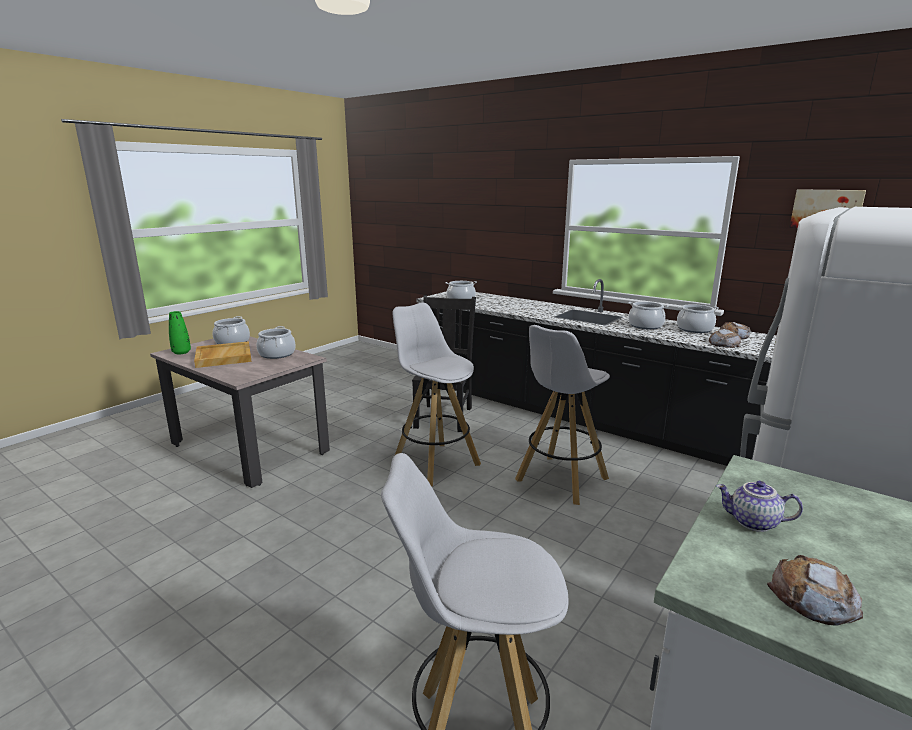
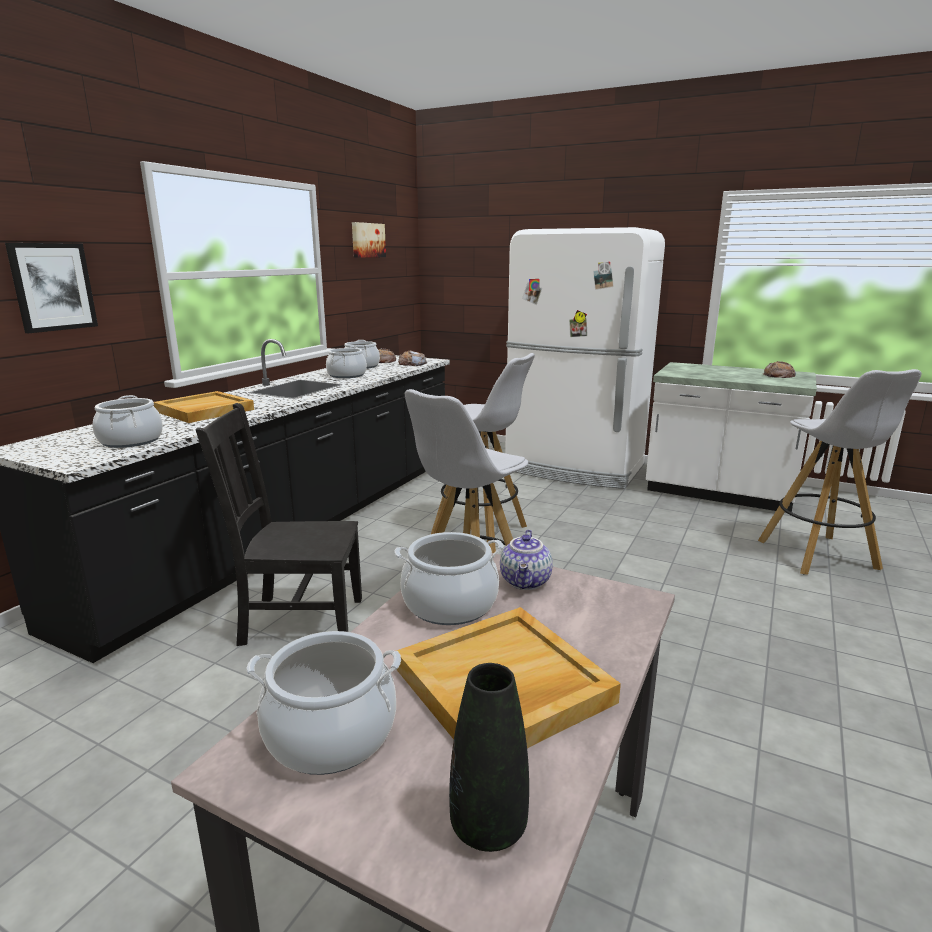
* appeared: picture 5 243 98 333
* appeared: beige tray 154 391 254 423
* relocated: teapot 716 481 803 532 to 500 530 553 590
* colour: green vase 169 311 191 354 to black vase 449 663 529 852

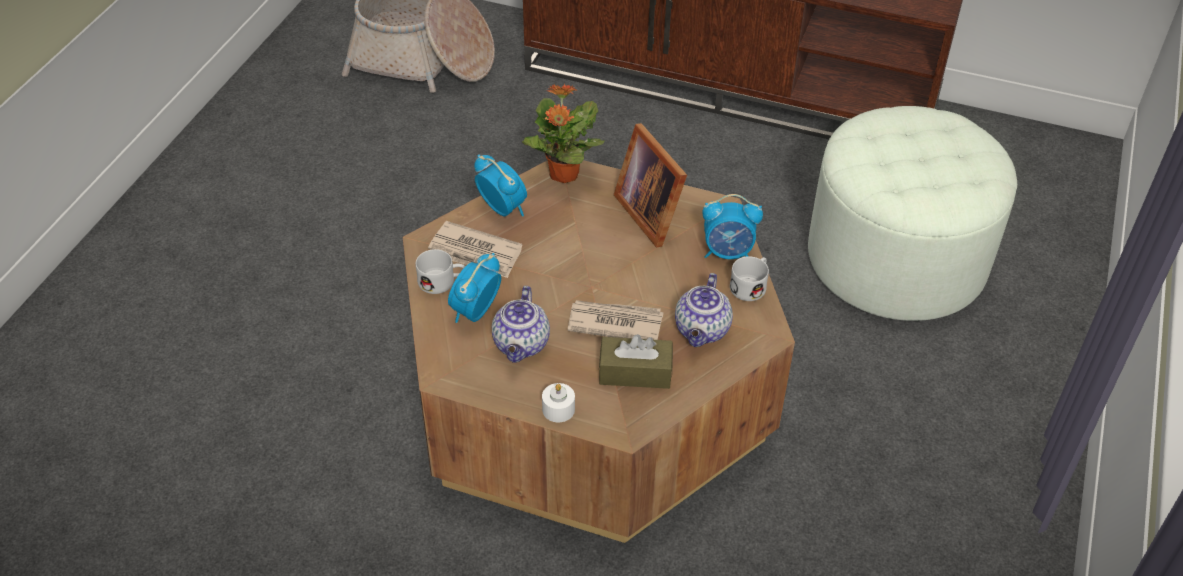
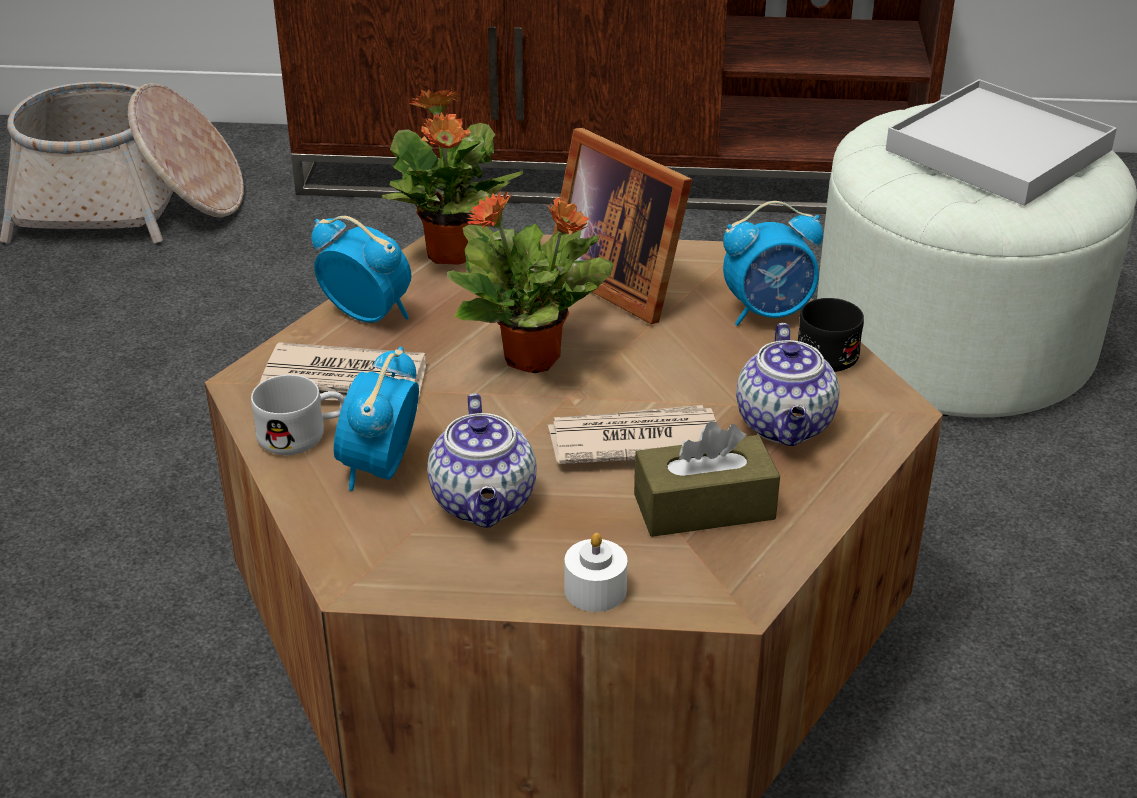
* appeared: potted plant 447 190 613 373
* appeared: white tray 886 79 1117 206
* colour: white mug 730 256 769 301 to black mug 798 298 864 372

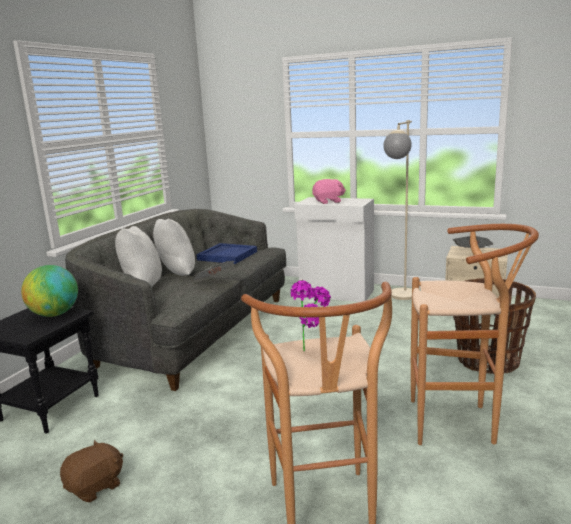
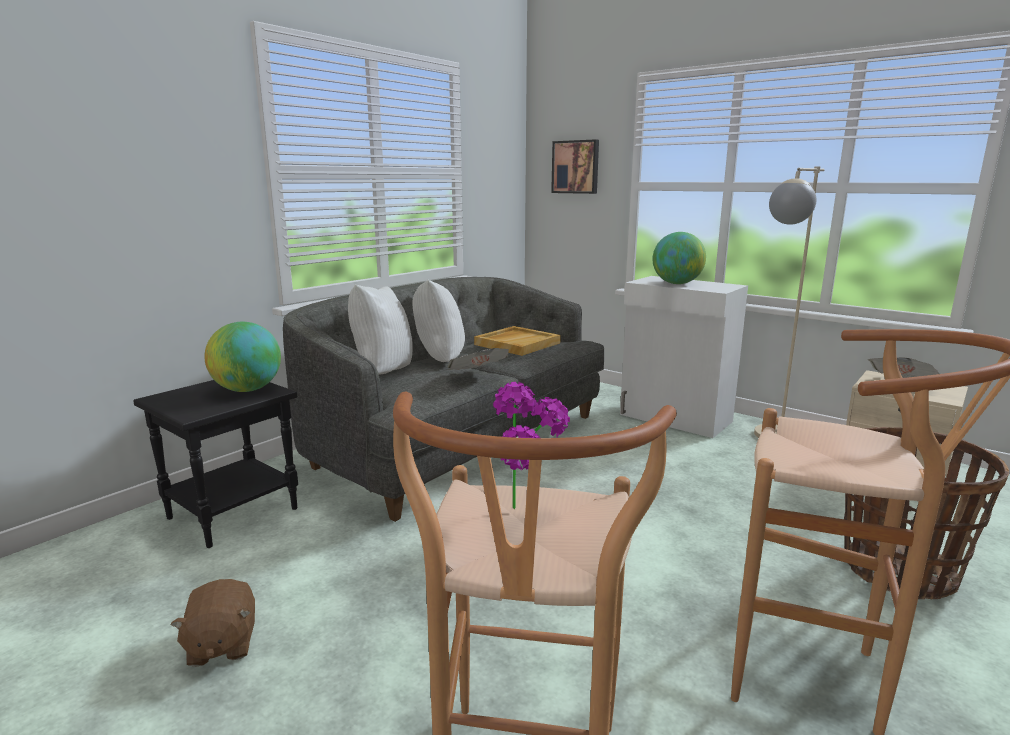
* appeared: picture 551 139 599 194
* exchanged: pink plush toy 312 179 346 204 to globe 653 232 706 284
* colour: blue tray 196 243 257 264 to beige tray 474 326 561 356
* spun: brown plush toy 60 440 123 502 = 170 579 255 667 105 degrees clockwise

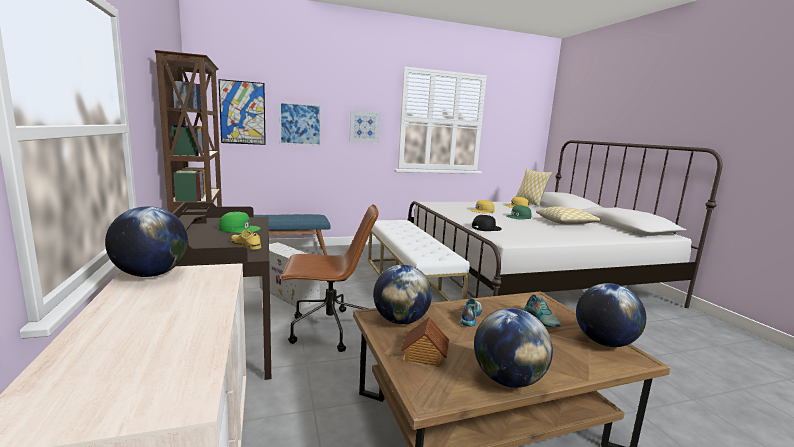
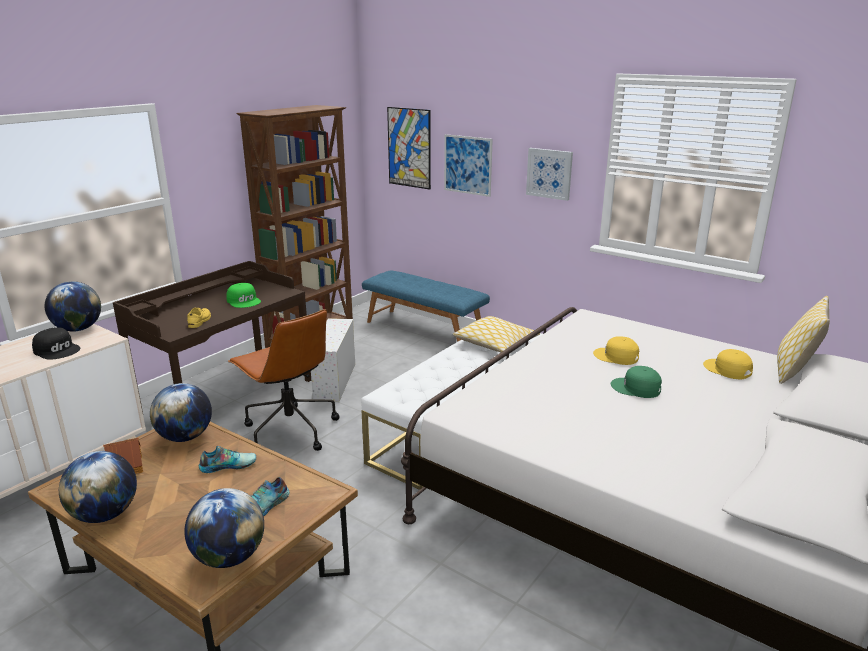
* relocated: black cap 472 215 502 231 to 32 327 81 360
* relocated: pillow 536 206 601 224 to 453 316 540 353

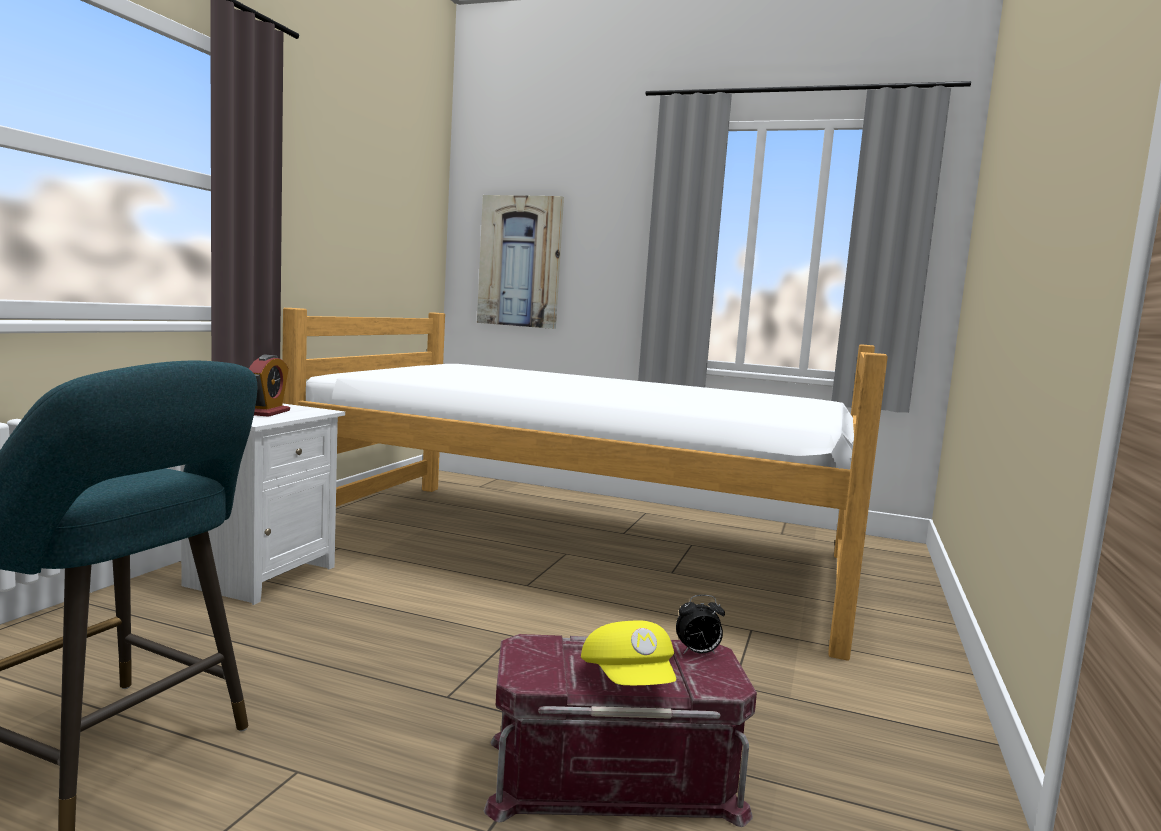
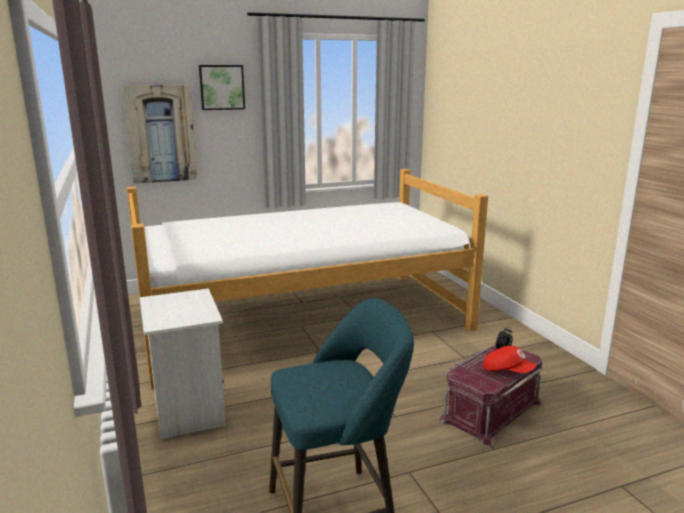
* missing: alarm clock 249 355 290 417
* appeared: picture 199 65 245 110
* colour: yellow cap 581 620 676 685 to red cap 483 346 536 373

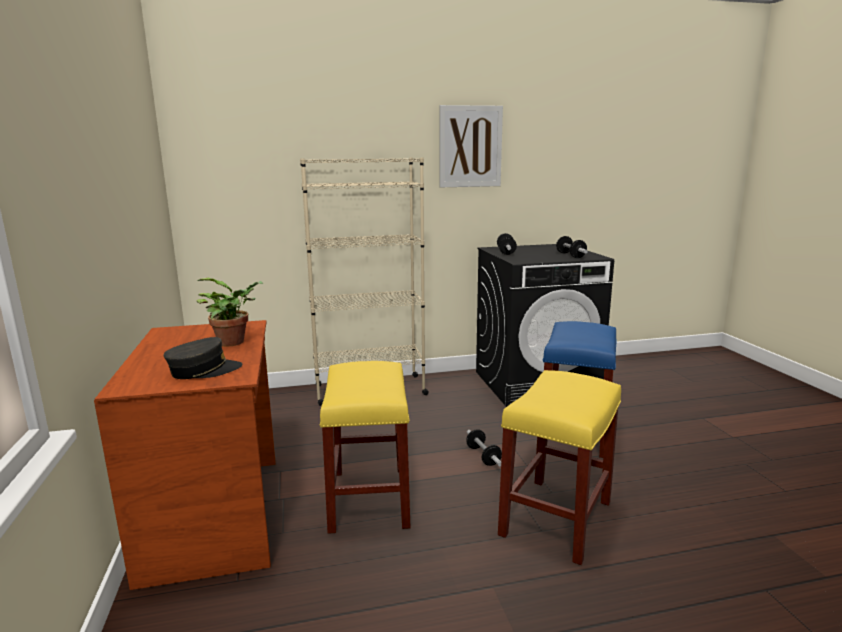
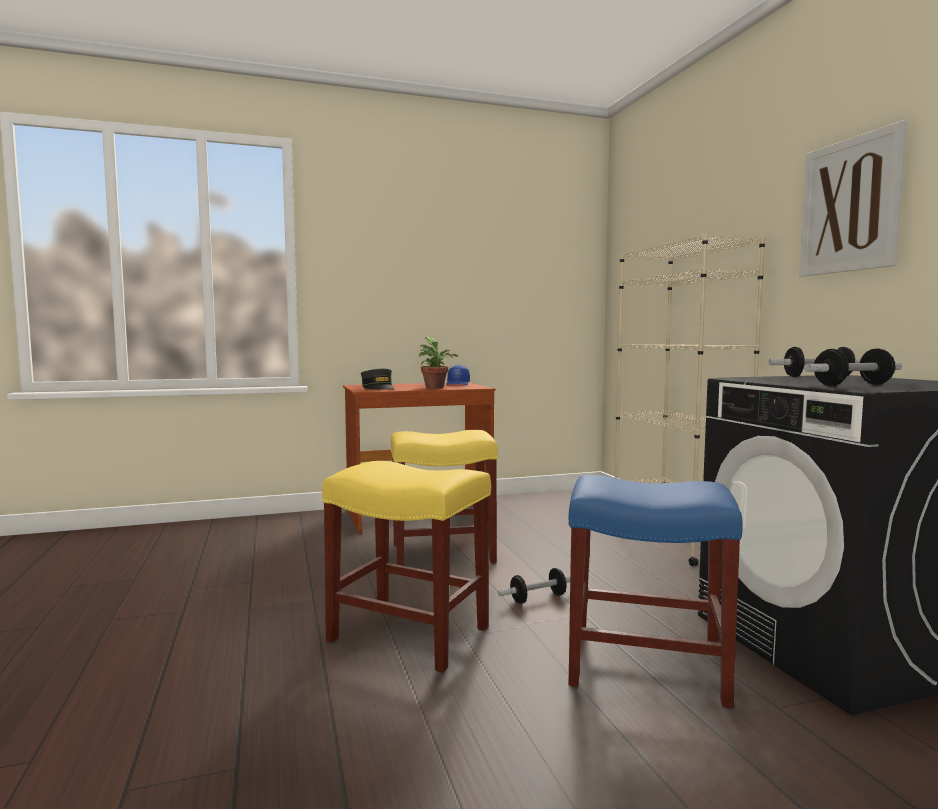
* appeared: blue cap 446 365 470 385

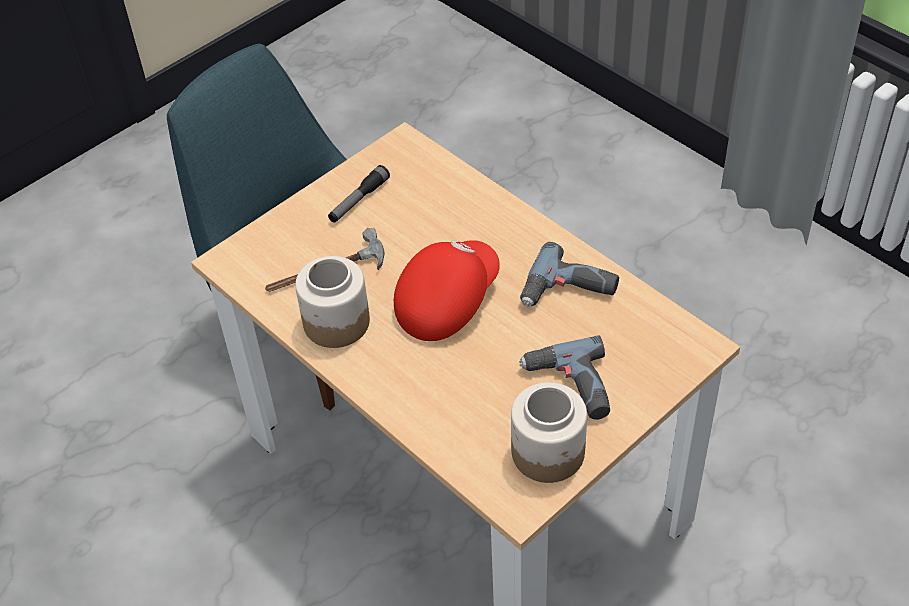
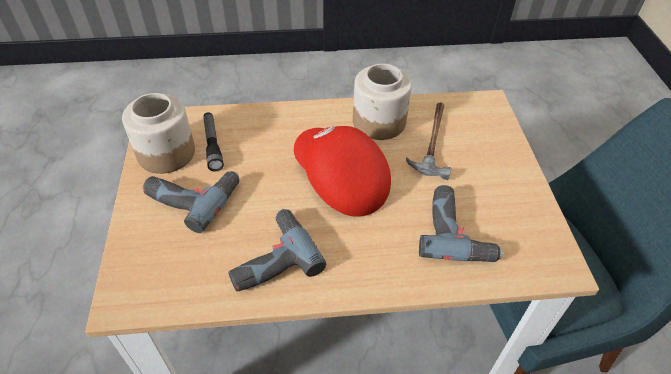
* appeared: power drill 419 185 504 262
* relocated: flashlight 328 165 390 222 to 203 112 224 172
* spun: red cap 394 240 500 341 = 294 126 391 217 150 degrees clockwise

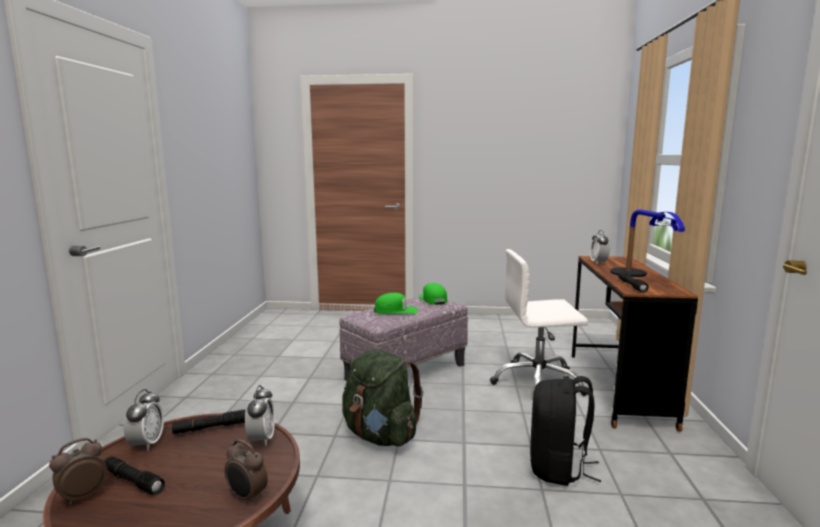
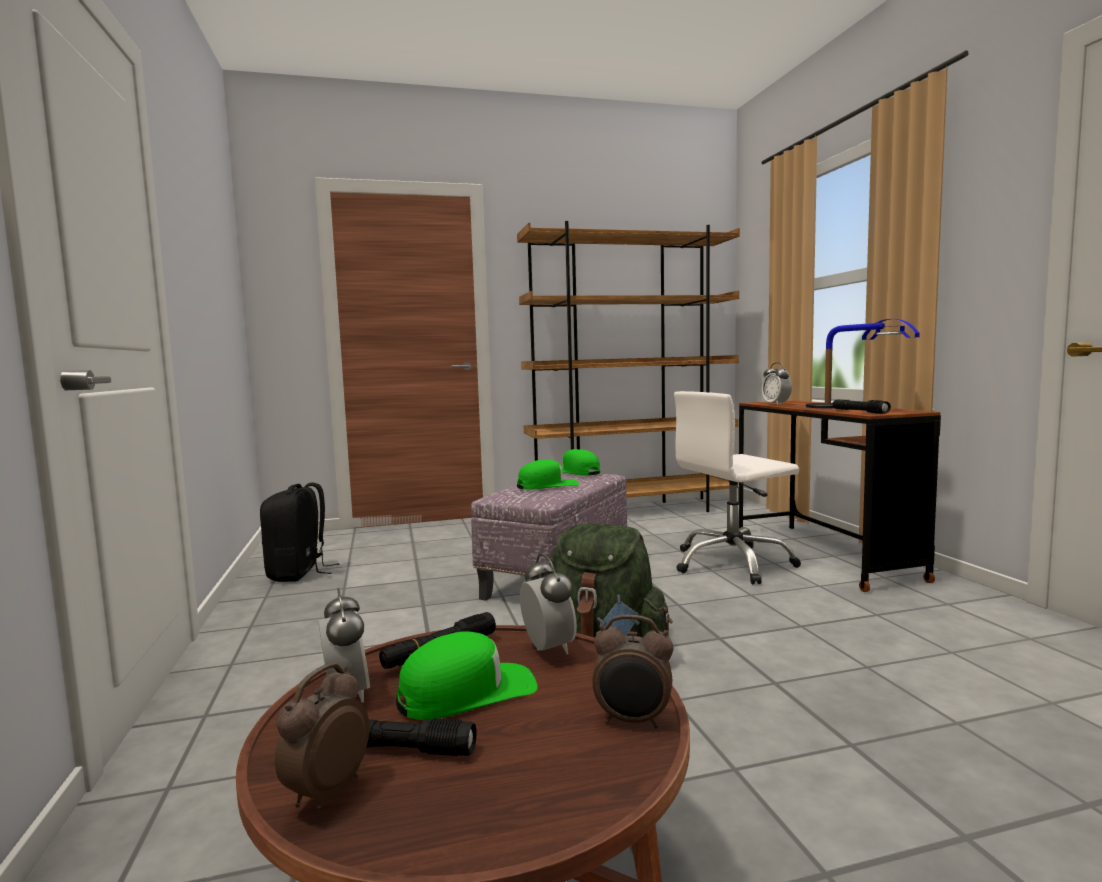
* appeared: green cap 396 631 538 720
* appeared: brown bookcase 517 221 740 512
* relocated: black backpack 530 376 601 486 to 260 482 339 582

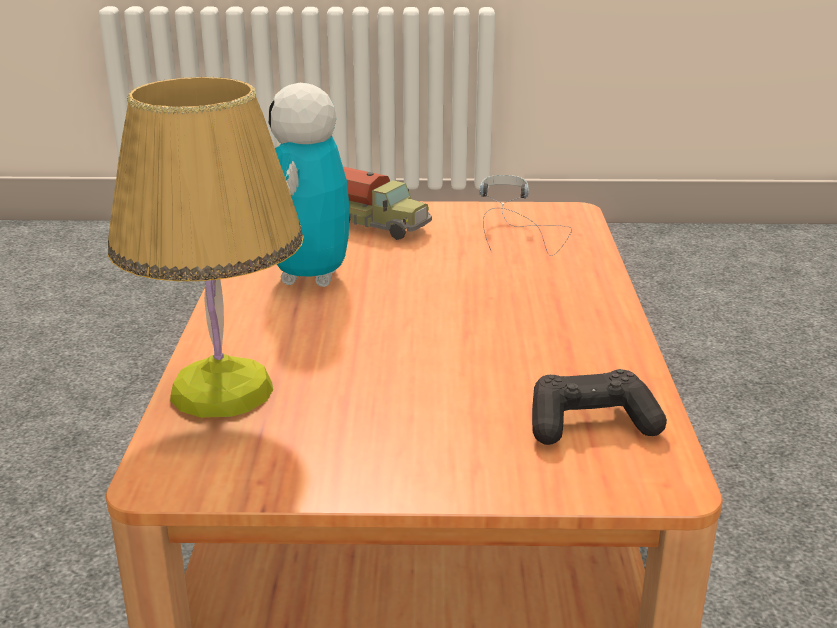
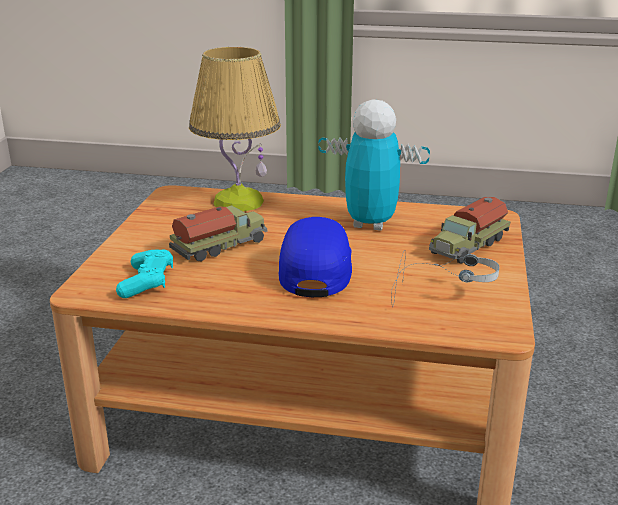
* appeared: toy truck 169 205 267 261
* appeared: blue cap 279 217 352 297
* colour: black game controller 532 369 667 445 to turquoise game controller 116 249 173 298

